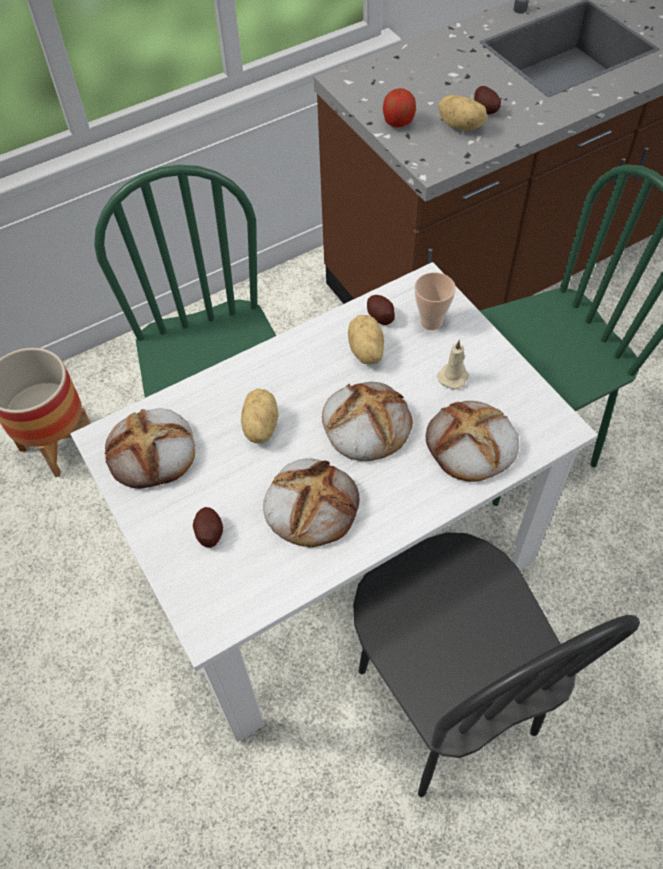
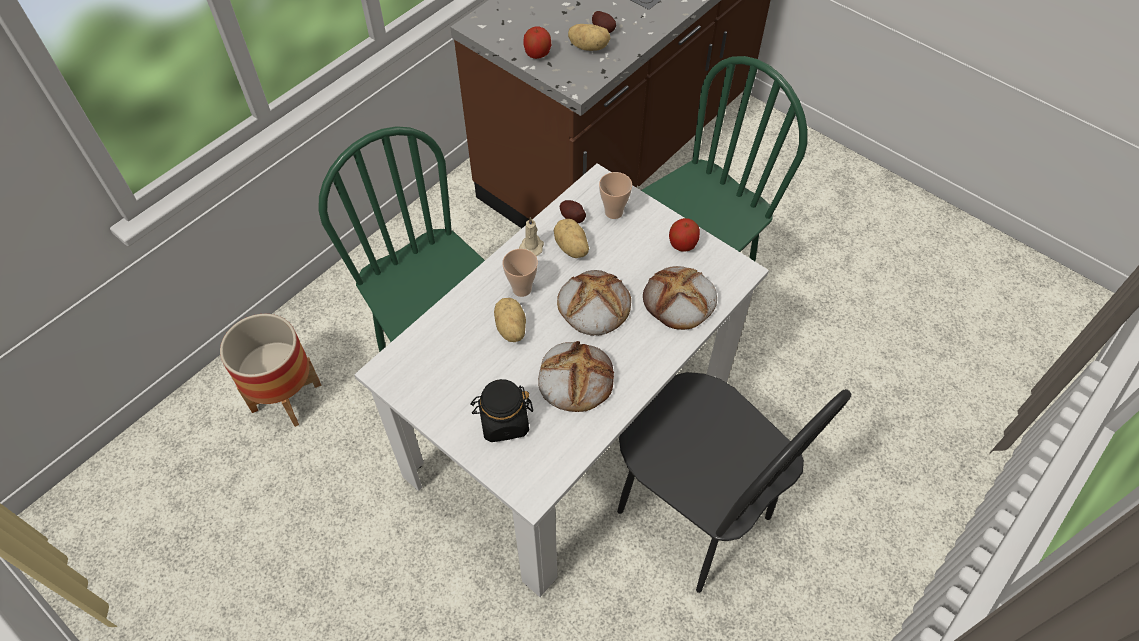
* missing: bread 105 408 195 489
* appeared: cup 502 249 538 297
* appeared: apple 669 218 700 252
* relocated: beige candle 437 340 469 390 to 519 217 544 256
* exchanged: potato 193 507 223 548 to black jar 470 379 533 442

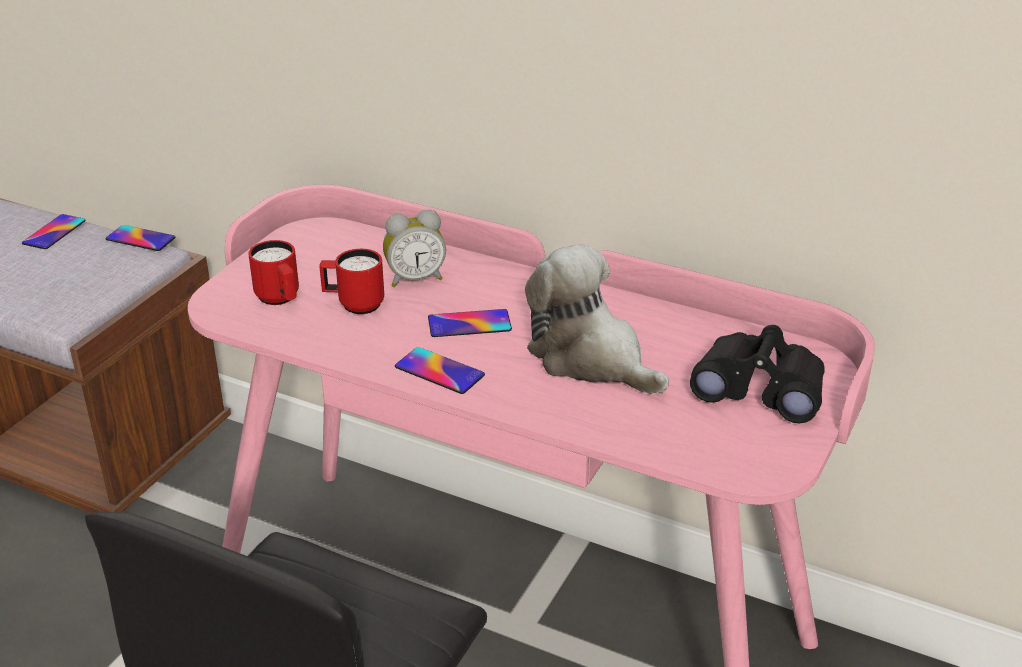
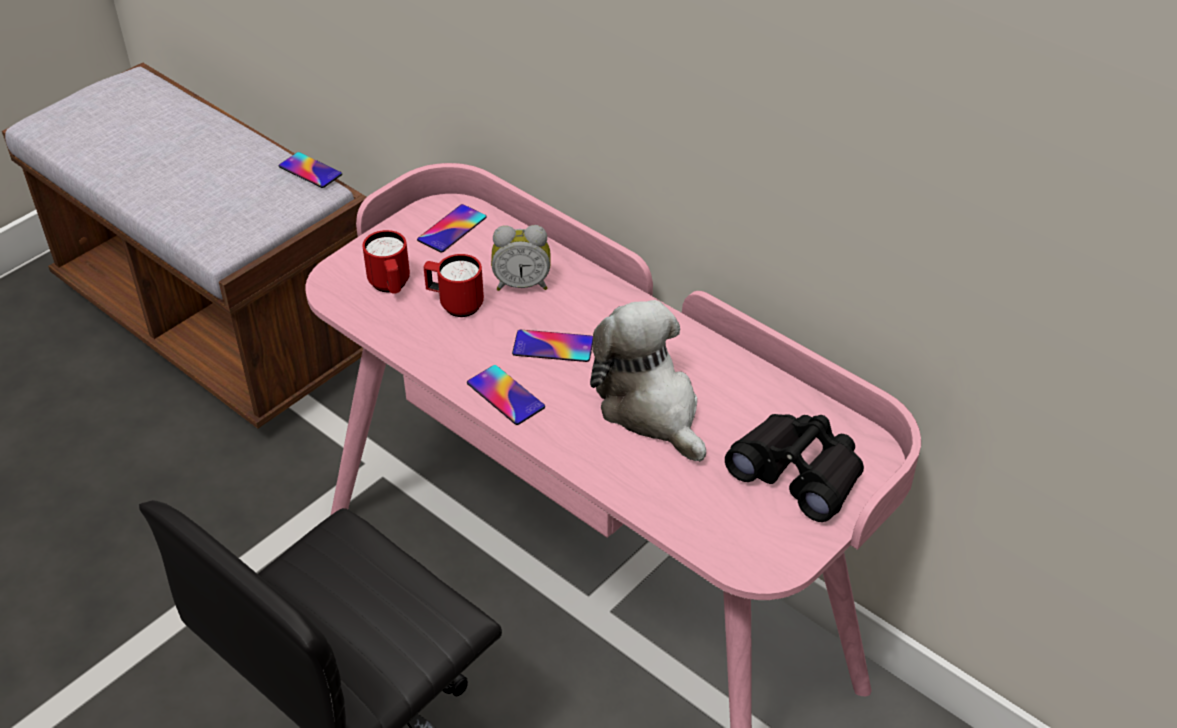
* relocated: phone 22 214 86 249 to 417 204 487 252

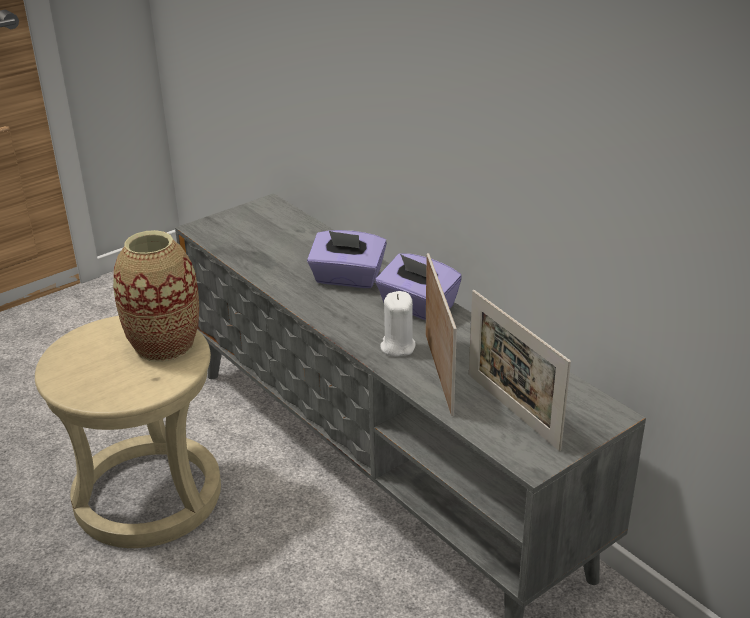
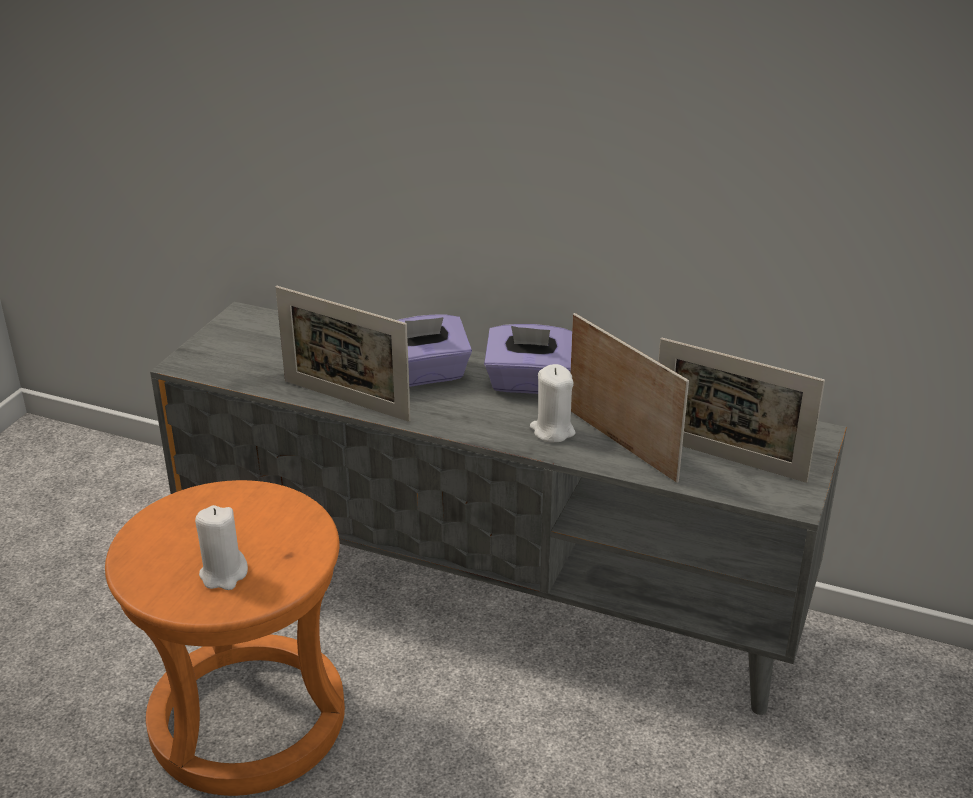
* missing: vase 113 230 199 362
* appeared: white candle 195 505 248 590
* appeared: picture frame 275 286 411 422
* colour: beige stool 35 316 221 548 to orange stool 105 480 345 796

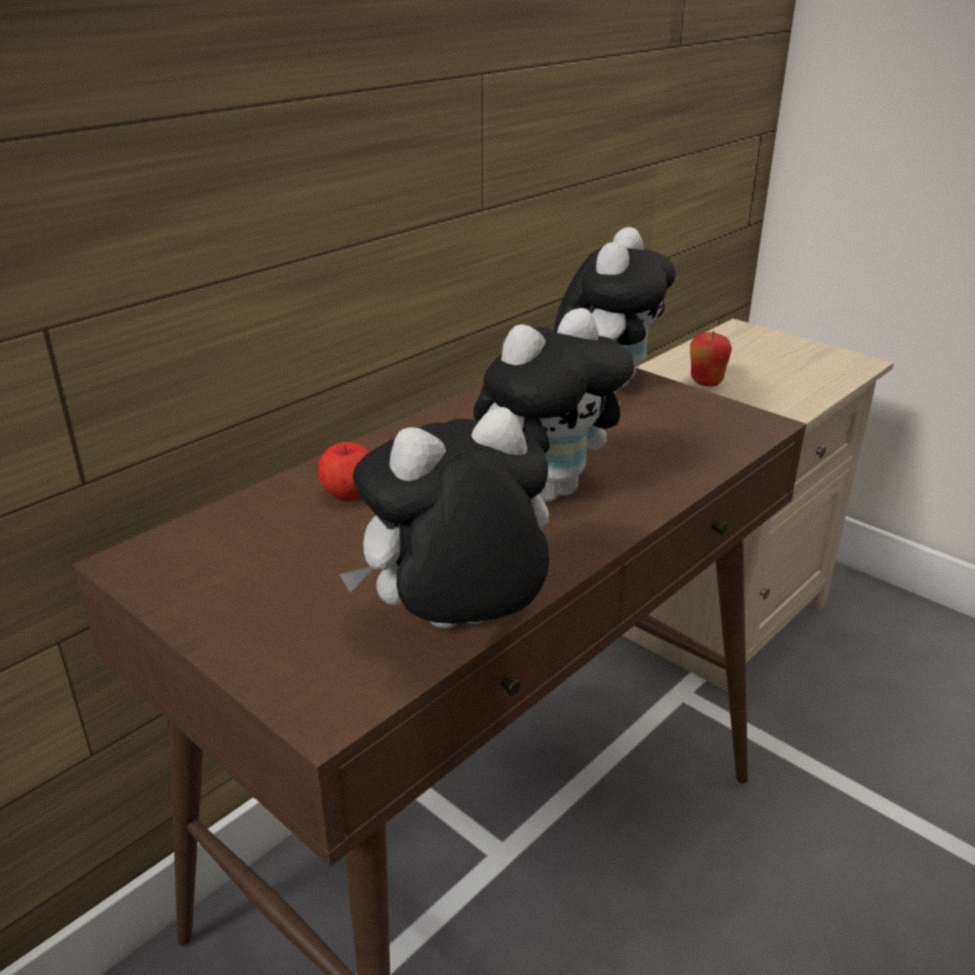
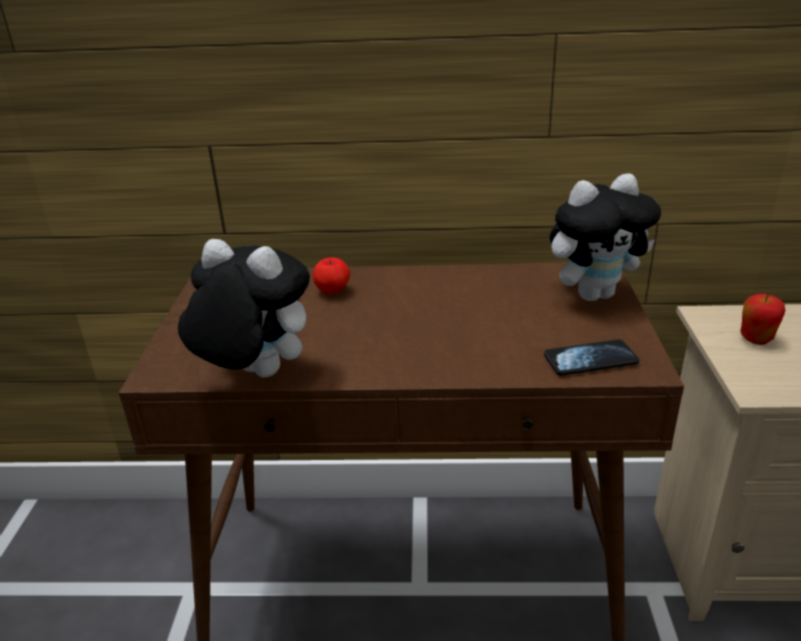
* missing: plush toy 474 308 634 503
* appeared: phone 544 339 640 376

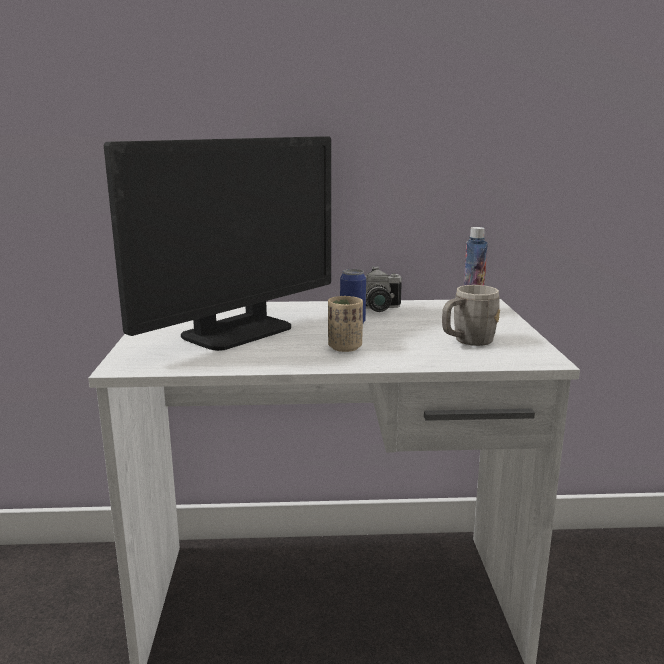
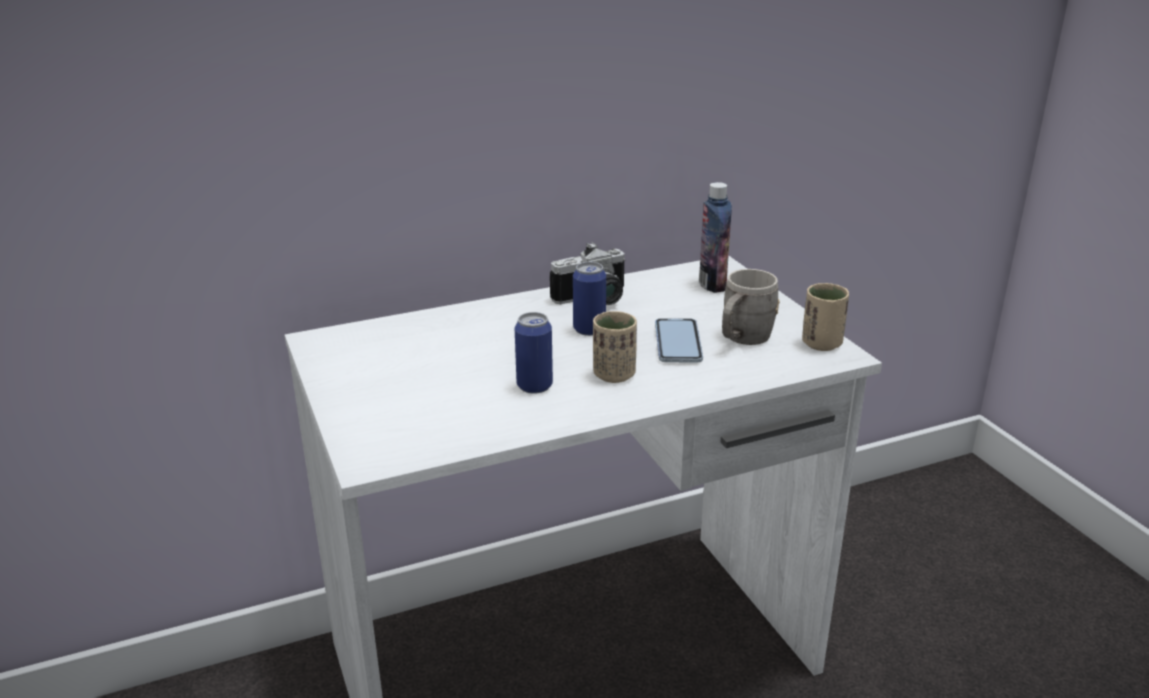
* missing: monitor 104 136 331 351
* appeared: can 515 312 553 394
* appeared: phone 655 318 703 362
* appeared: beige cup 802 283 849 351

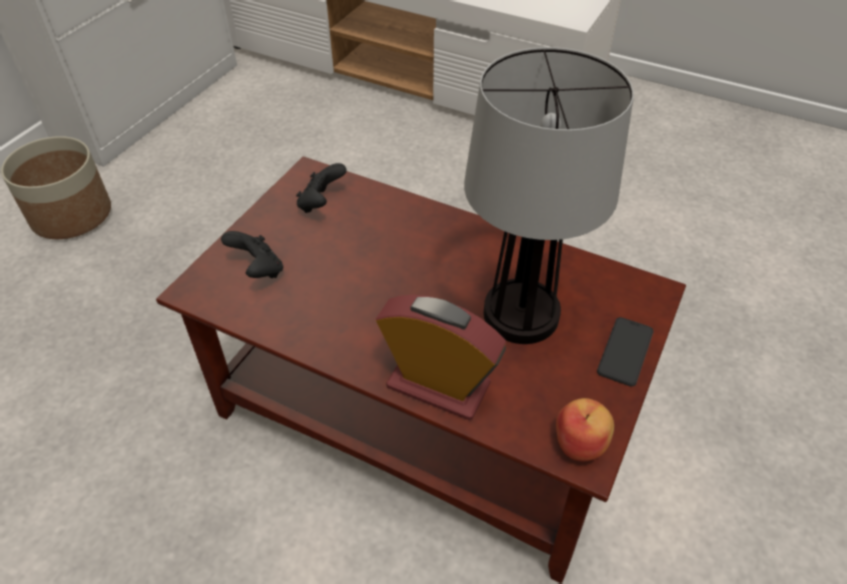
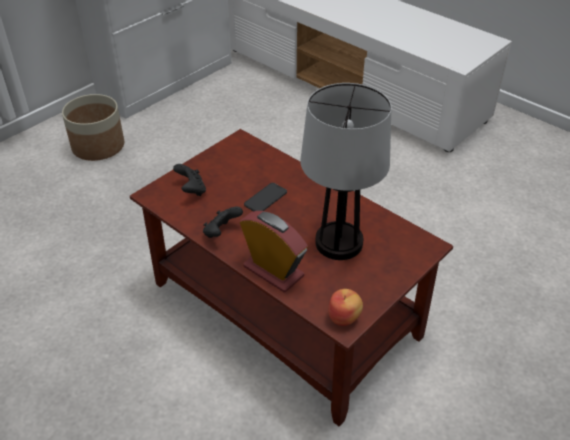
* relocated: black game controller 296 163 347 213 to 203 207 243 238
* relocated: phone 597 317 654 387 to 244 183 287 211

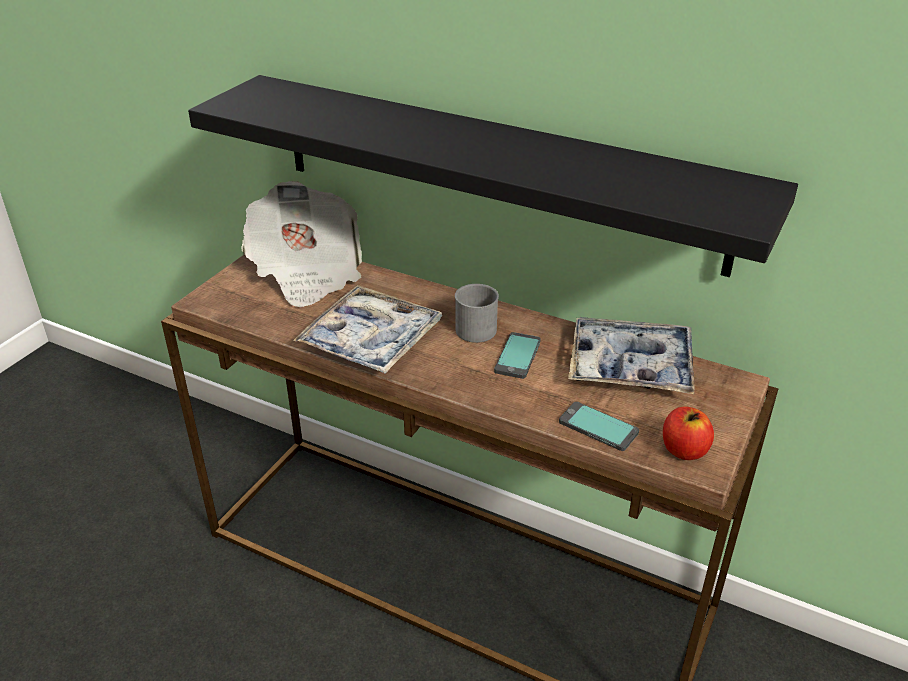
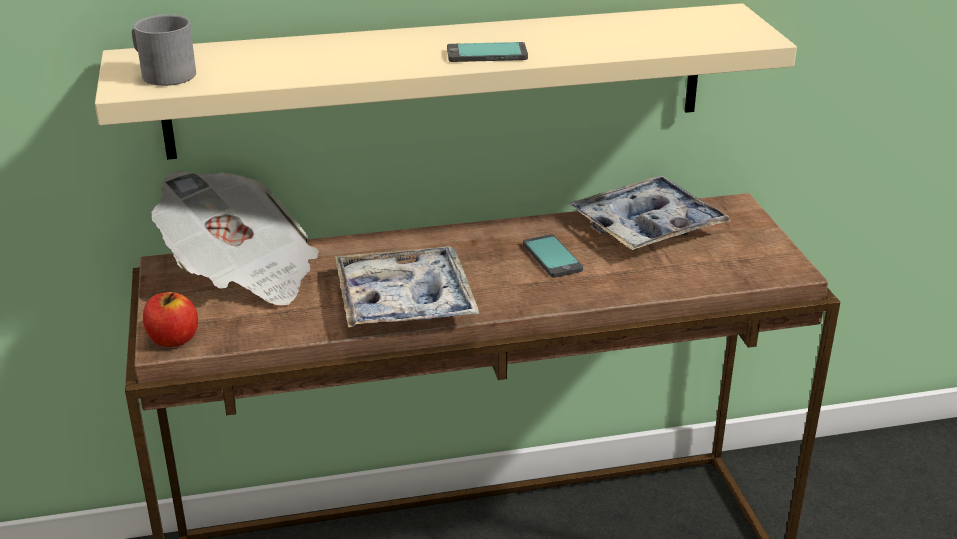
* relocated: grey mug 455 284 499 343 to 132 14 196 86
* relocated: phone 559 402 639 451 to 447 42 528 62
* relocated: apple 663 406 714 460 to 143 292 198 347
* colour: black shelf 188 75 798 277 to beige shelf 95 3 797 160

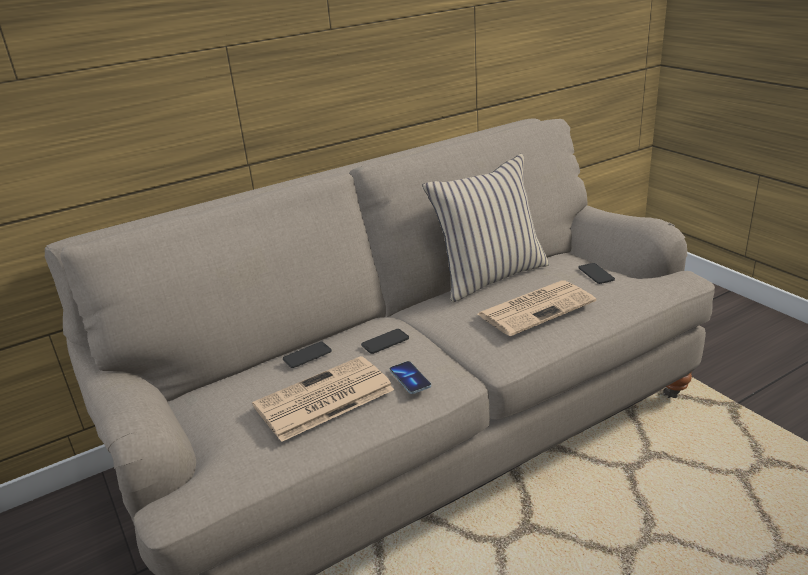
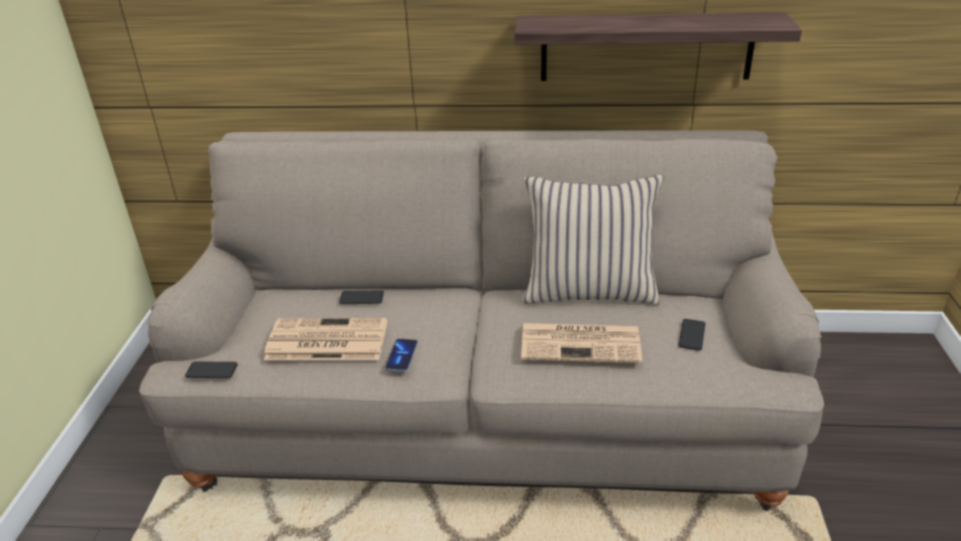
* appeared: shelf 515 12 802 81
* relocated: phone 361 329 409 354 to 185 361 238 378

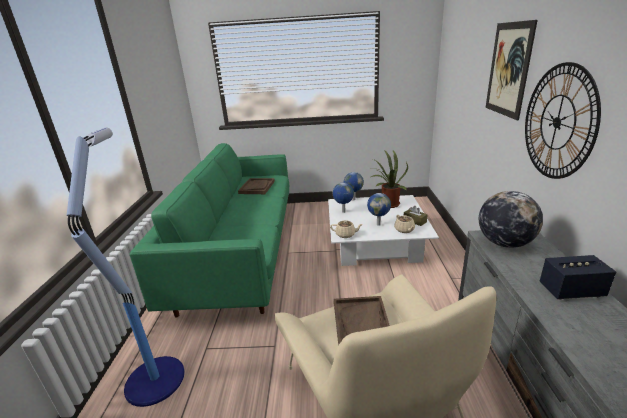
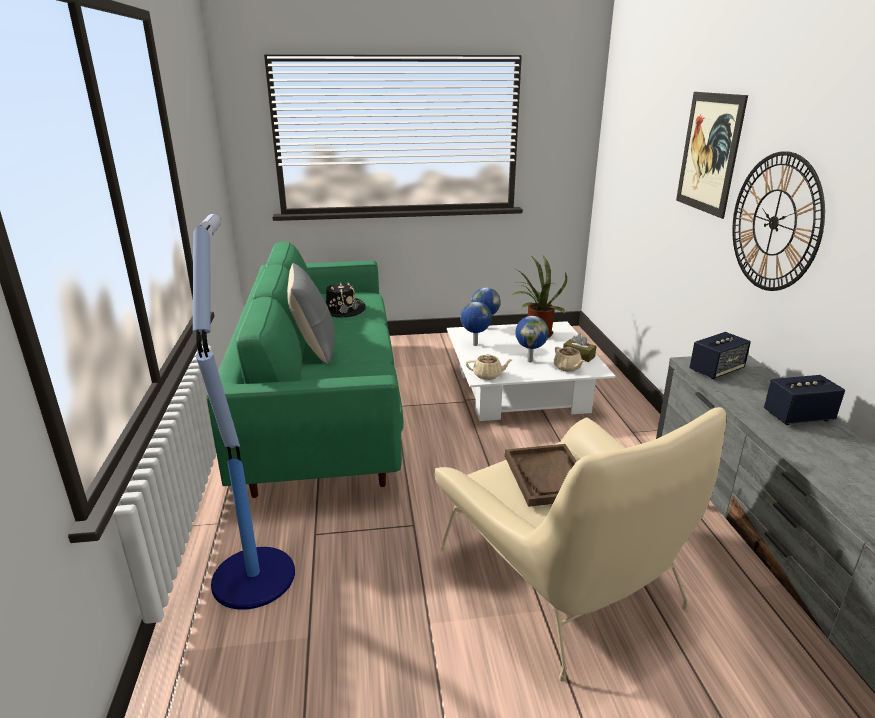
* appeared: grey pillow 287 263 335 364
* exchanged: brown tray 238 178 275 194 to black hat 325 283 366 318
* exchanged: globe 479 191 543 248 to speaker 689 332 751 379

